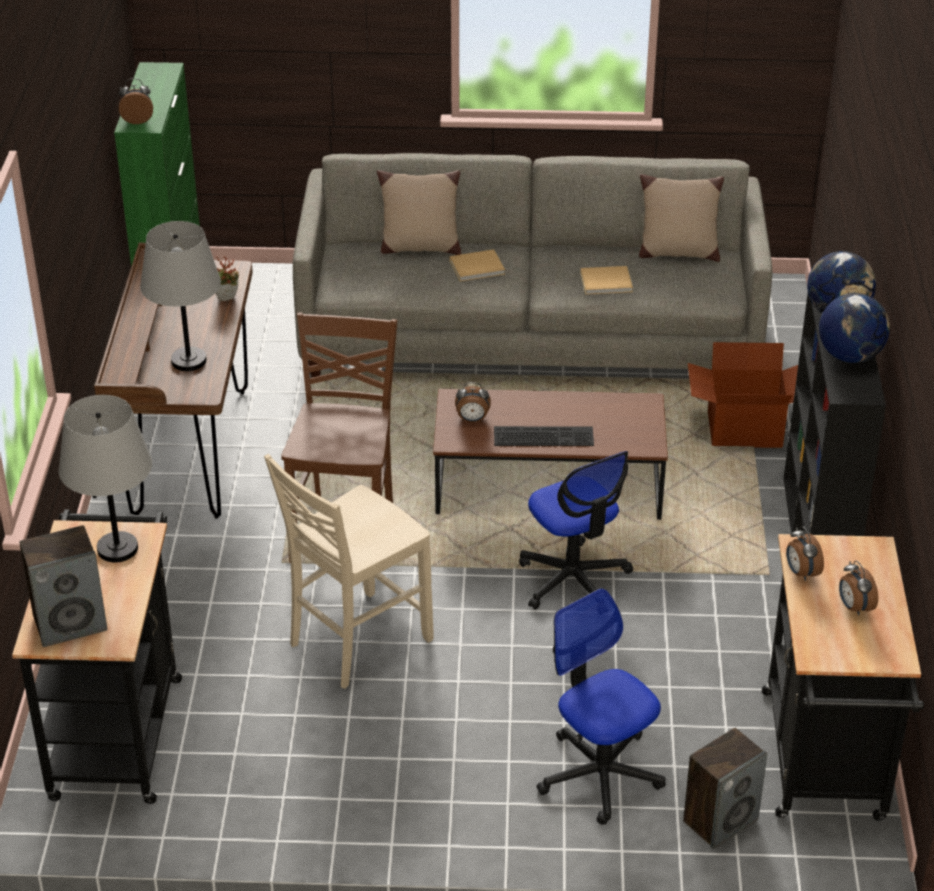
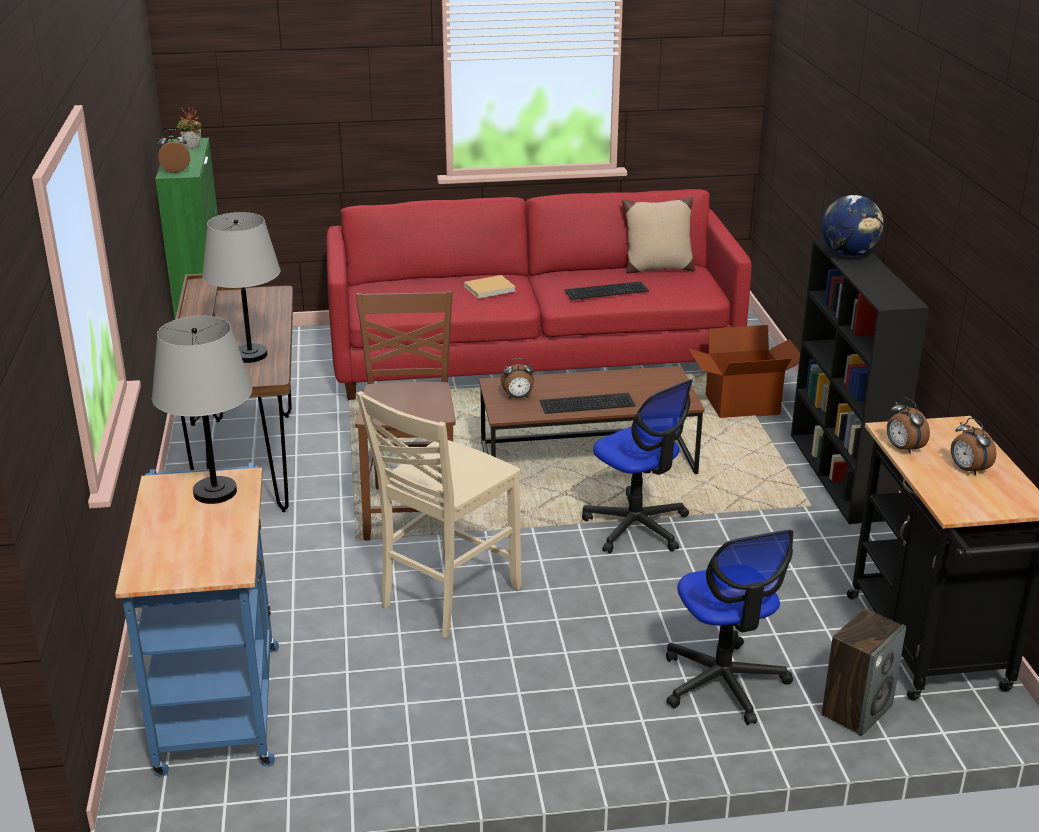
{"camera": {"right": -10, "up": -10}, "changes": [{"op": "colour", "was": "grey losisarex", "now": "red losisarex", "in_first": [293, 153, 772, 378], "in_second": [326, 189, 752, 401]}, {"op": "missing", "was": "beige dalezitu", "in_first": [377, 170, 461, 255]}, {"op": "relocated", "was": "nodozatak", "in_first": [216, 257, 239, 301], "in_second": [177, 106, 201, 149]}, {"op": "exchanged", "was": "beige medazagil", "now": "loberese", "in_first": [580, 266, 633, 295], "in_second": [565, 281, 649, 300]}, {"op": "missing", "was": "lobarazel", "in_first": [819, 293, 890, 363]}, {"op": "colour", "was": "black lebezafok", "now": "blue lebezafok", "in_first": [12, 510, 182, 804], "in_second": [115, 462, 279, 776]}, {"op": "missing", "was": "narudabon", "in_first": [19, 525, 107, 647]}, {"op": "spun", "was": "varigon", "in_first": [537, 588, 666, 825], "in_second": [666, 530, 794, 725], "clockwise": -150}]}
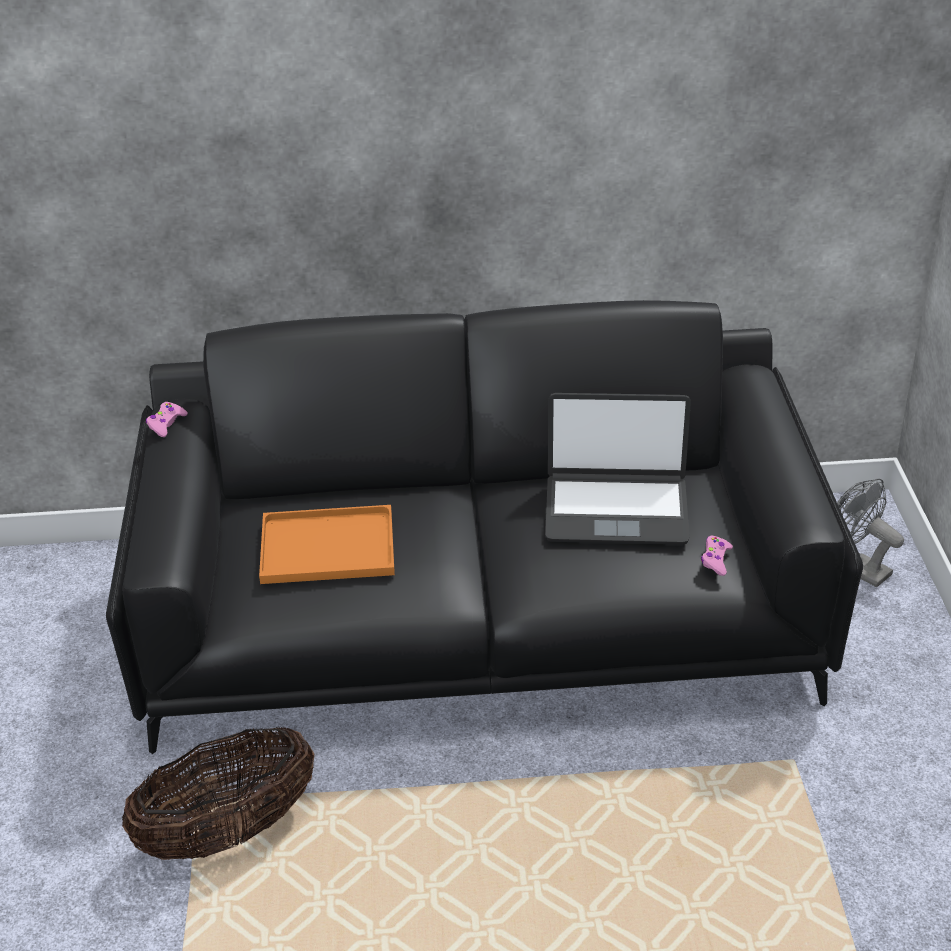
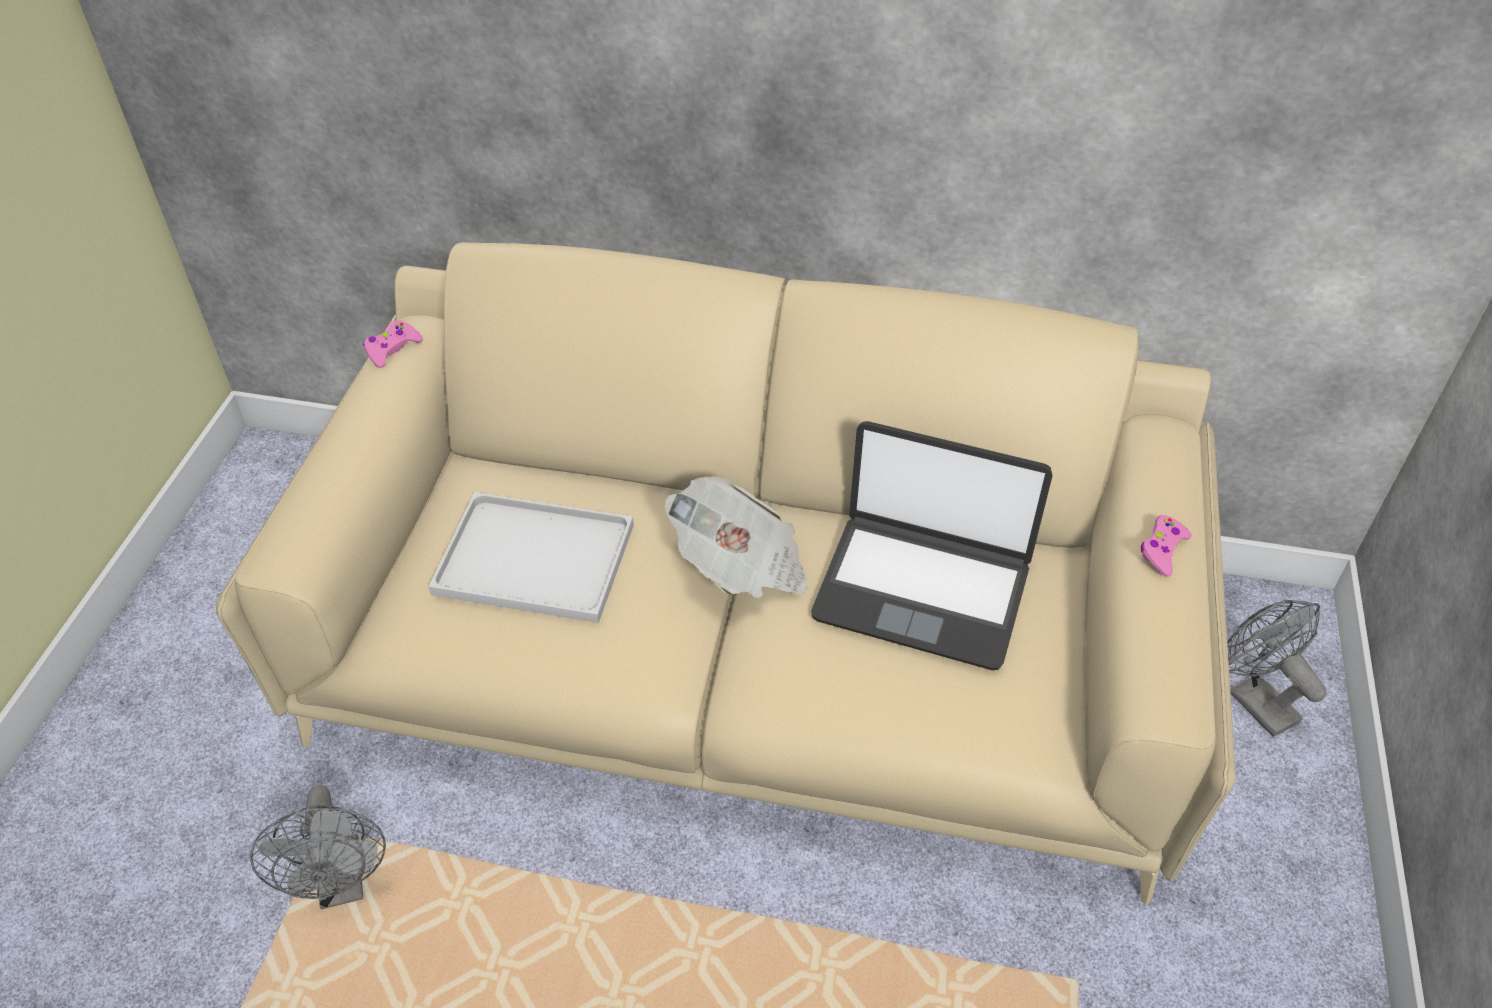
{"camera": {"right": 15, "up": 10}, "changes": [{"op": "colour", "was": "black losisarex", "now": "beige losisarex", "in_first": [106, 300, 863, 754], "in_second": [216, 242, 1236, 905]}, {"op": "colour", "was": "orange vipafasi", "now": "white vipafasi", "in_first": [259, 505, 395, 584], "in_second": [428, 492, 634, 623]}, {"op": "relocated", "was": "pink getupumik", "in_first": [701, 536, 733, 576], "in_second": [1141, 515, 1192, 577]}, {"op": "exchanged", "was": "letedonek", "now": "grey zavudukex", "in_first": [122, 726, 314, 860], "in_second": [250, 785, 386, 909]}, {"op": "appeared", "now": "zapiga", "in_second": [665, 476, 809, 598]}]}
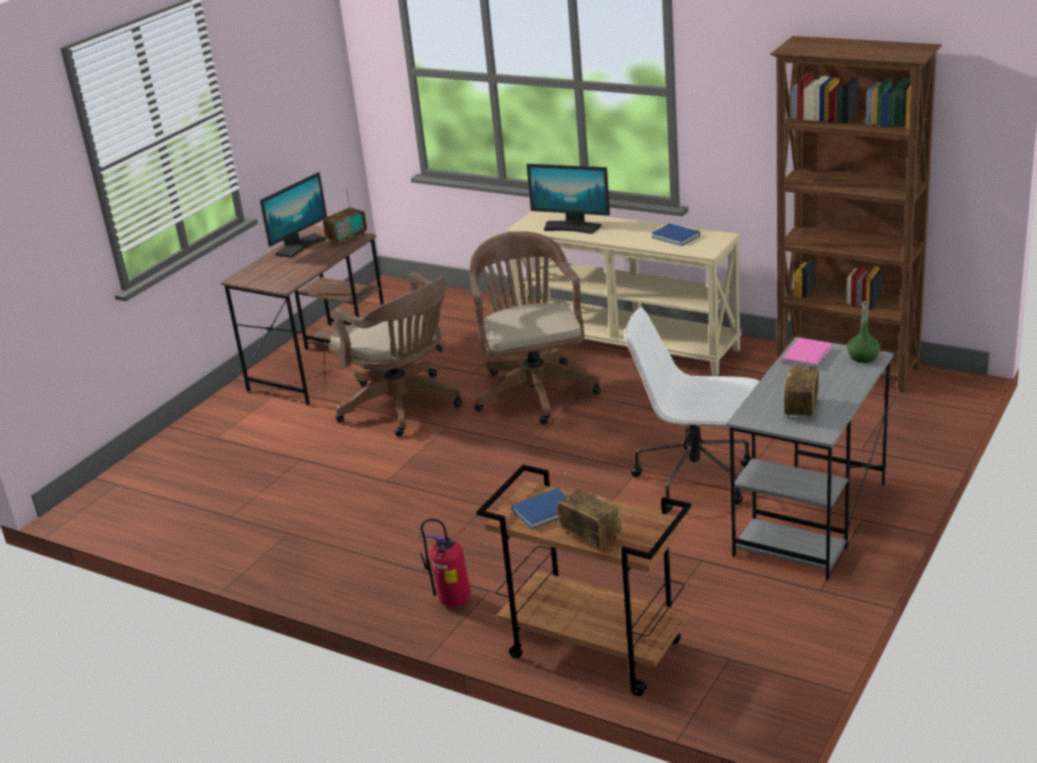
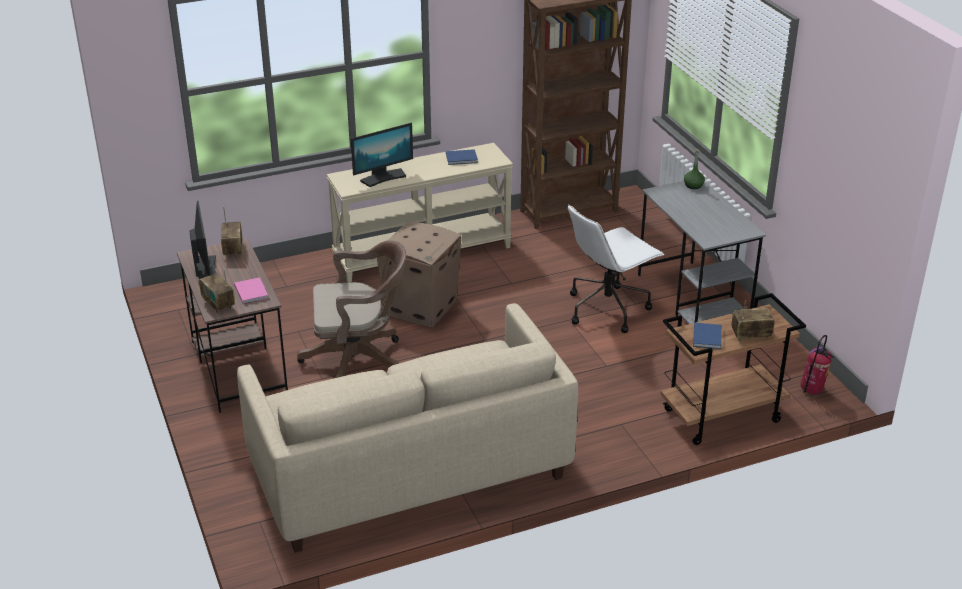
{"camera": {"right": -55, "up": 5}, "changes": [{"op": "exchanged", "was": "brown varigon", "now": "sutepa", "in_first": [470, 231, 601, 425], "in_second": [377, 222, 462, 328]}, {"op": "relocated", "was": "pink medazagil", "in_first": [782, 338, 832, 368], "in_second": [234, 277, 269, 304]}, {"op": "relocated", "was": "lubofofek", "in_first": [784, 360, 819, 420], "in_second": [199, 269, 235, 314]}, {"op": "relocated", "was": "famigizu", "in_first": [418, 518, 471, 607], "in_second": [800, 335, 834, 394]}, {"op": "appeared", "now": "beige losisarex", "in_second": [237, 303, 578, 553]}]}
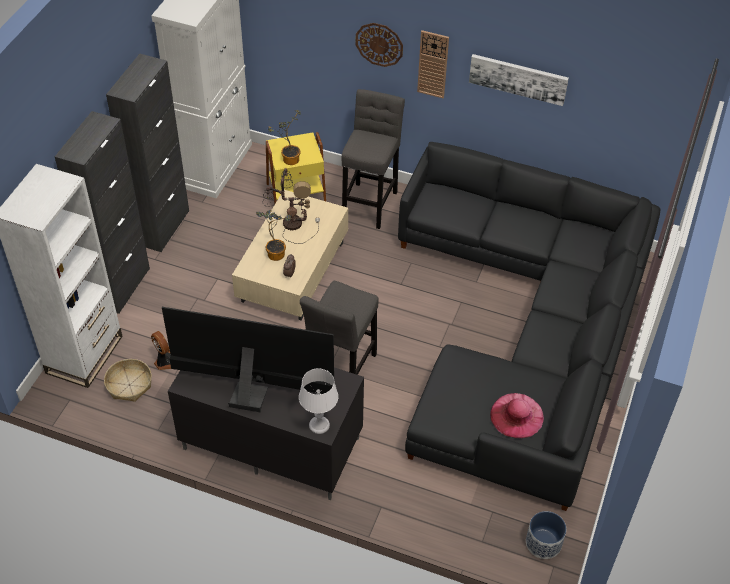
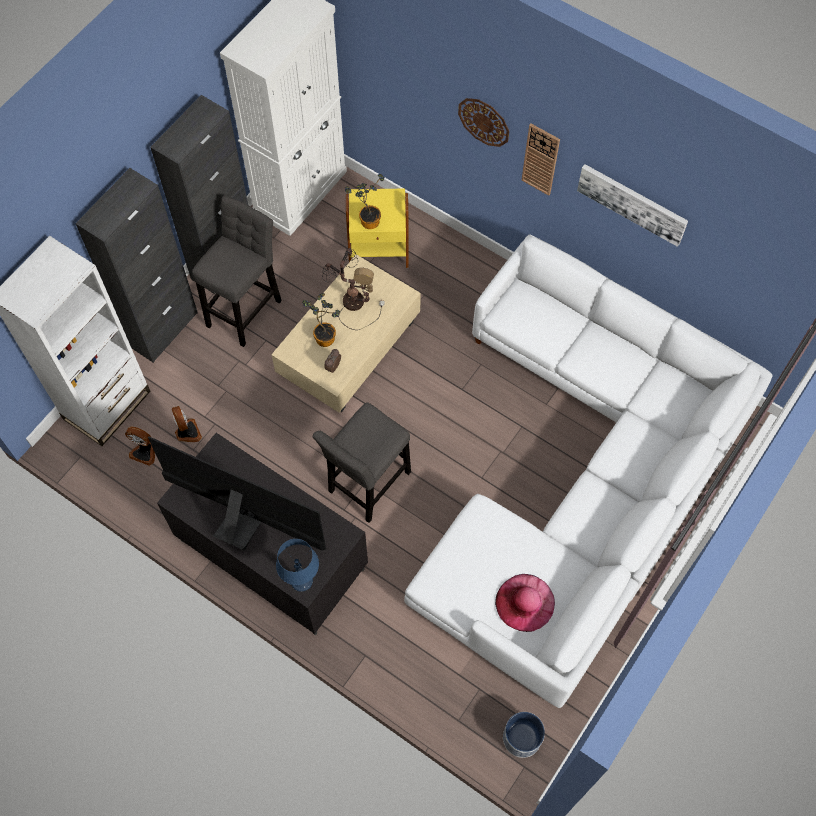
{"camera": {"right": 15, "up": 15}, "changes": [{"op": "relocated", "was": "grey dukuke", "in_first": [342, 89, 405, 229], "in_second": [192, 196, 282, 347]}, {"op": "colour", "was": "black losisarex", "now": "white losisarex", "in_first": [398, 142, 661, 511], "in_second": [404, 235, 773, 708]}, {"op": "exchanged", "was": "letedonek", "now": "zavudukex", "in_first": [104, 359, 152, 402], "in_second": [125, 426, 155, 466]}, {"op": "colour", "was": "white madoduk", "now": "blue madoduk", "in_first": [299, 368, 338, 434], "in_second": [276, 539, 319, 592]}]}
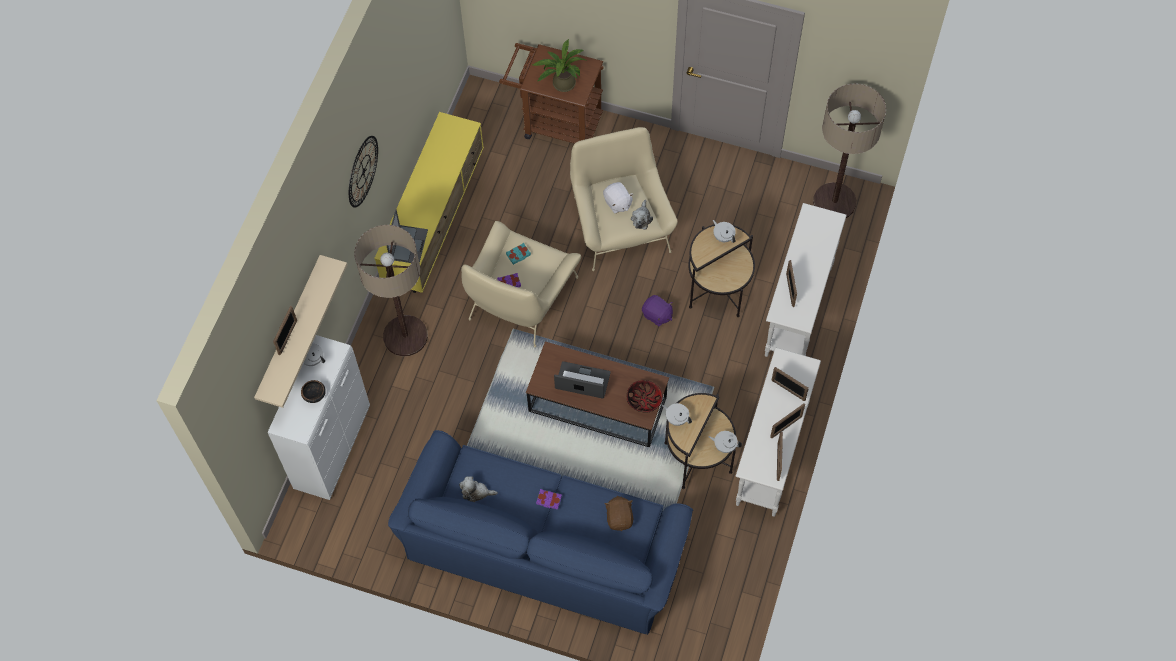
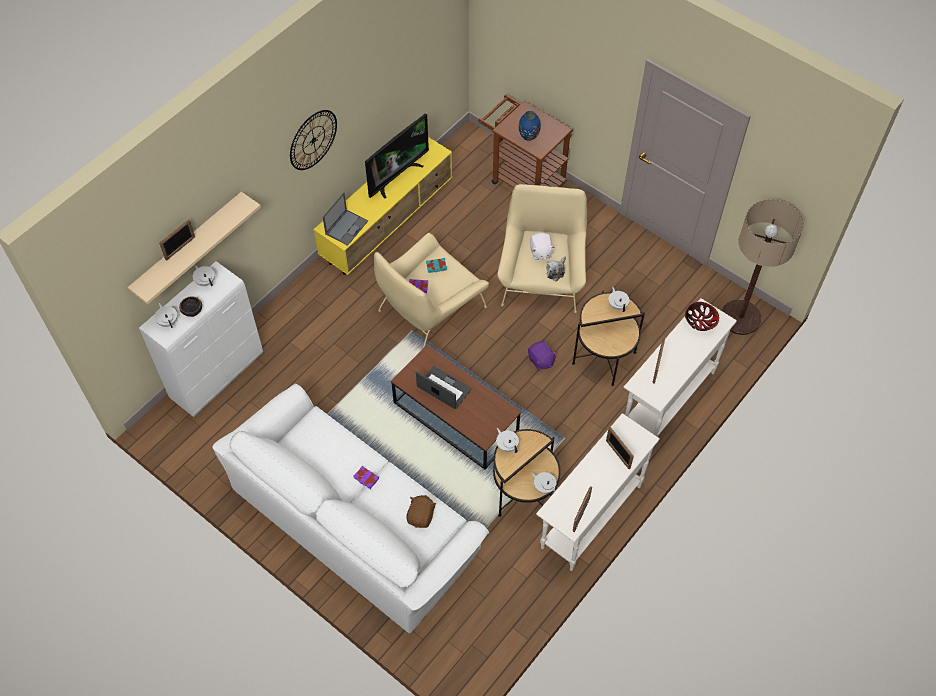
{"camera": {"right": 20, "up": -5}, "changes": [{"op": "exchanged", "was": "nodozatak", "now": "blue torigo", "in_first": [532, 39, 586, 92], "in_second": [519, 111, 541, 141]}, {"op": "missing", "was": "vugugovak", "in_first": [354, 225, 428, 356]}, {"op": "relocated", "was": "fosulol", "in_first": [627, 380, 663, 413], "in_second": [685, 302, 719, 331]}, {"op": "missing", "was": "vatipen", "in_first": [770, 404, 805, 438]}, {"op": "colour", "was": "blue losisarex", "now": "white losisarex", "in_first": [388, 430, 693, 635], "in_second": [212, 384, 489, 634]}, {"op": "missing", "was": "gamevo", "in_first": [459, 476, 498, 502]}, {"op": "appeared", "now": "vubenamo", "in_second": [365, 113, 429, 199]}, {"op": "appeared", "now": "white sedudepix", "in_second": [155, 303, 177, 328]}]}
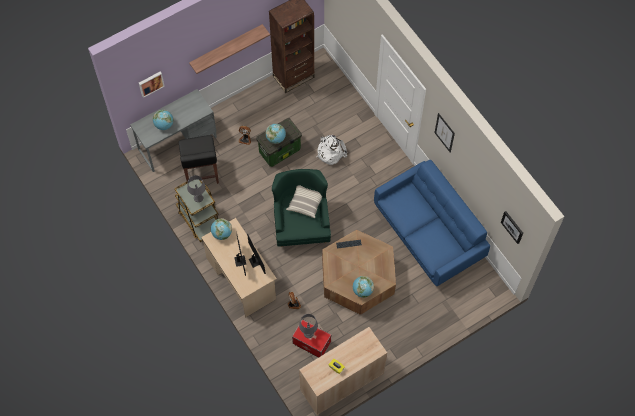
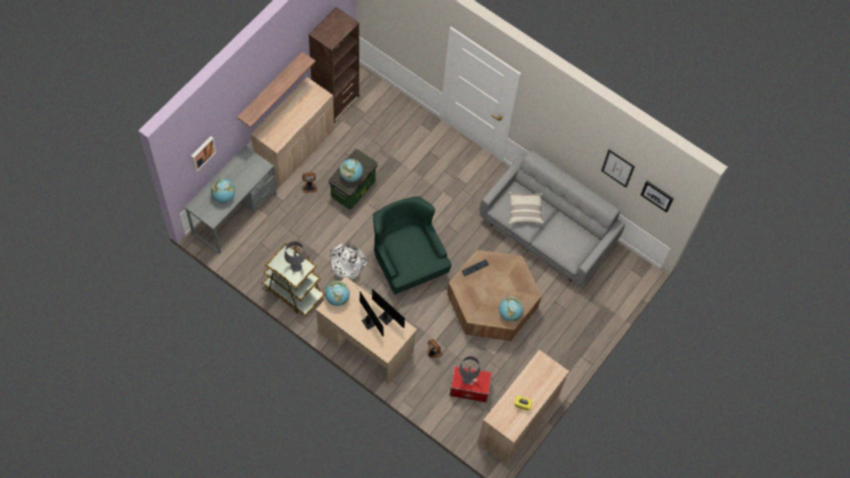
{"camera": {"right": -25, "up": 0}, "changes": [{"op": "relocated", "was": "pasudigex", "in_first": [435, 113, 455, 153], "in_second": [601, 149, 635, 188]}, {"op": "missing", "was": "black dukuke", "in_first": [179, 135, 219, 184]}, {"op": "relocated", "was": "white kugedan", "in_first": [317, 135, 347, 165], "in_second": [330, 243, 367, 280]}, {"op": "colour", "was": "blue losisarex", "now": "grey losisarex", "in_first": [374, 160, 490, 286], "in_second": [479, 150, 625, 285]}, {"op": "relocated", "was": "dalezitu", "in_first": [286, 185, 322, 218], "in_second": [509, 192, 544, 224]}, {"op": "appeared", "now": "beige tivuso", "in_second": [251, 77, 334, 186]}]}
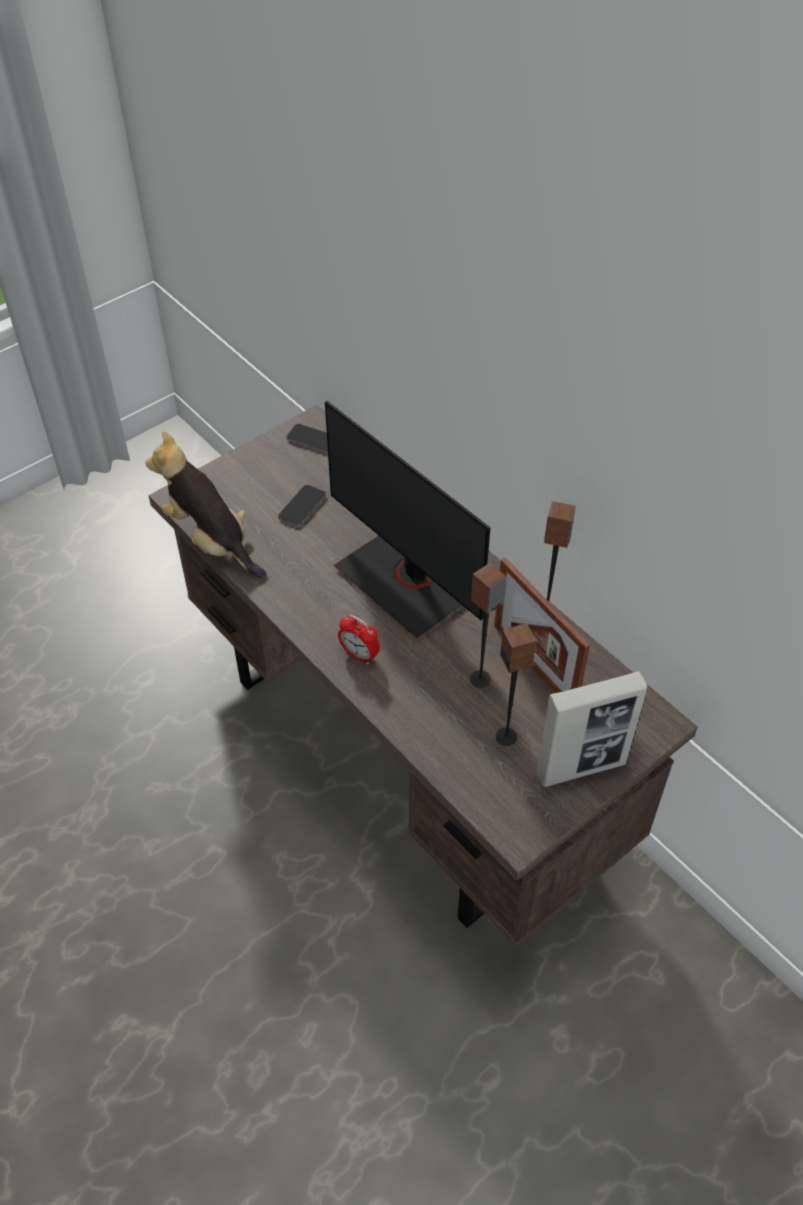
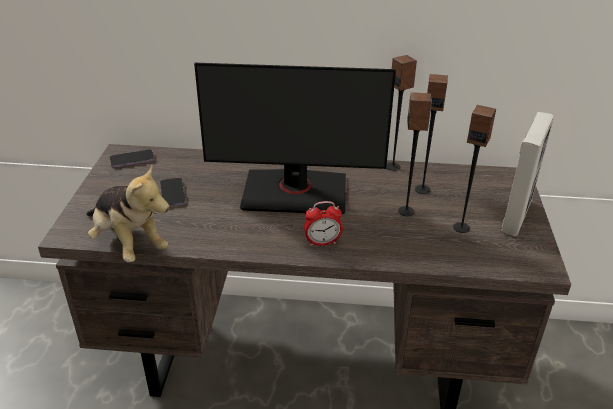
{"camera": {"right": -45, "up": -15}, "changes": [{"op": "spun", "was": "gamevo", "in_first": [145, 431, 266, 578], "in_second": [86, 165, 169, 262], "clockwise": -135}, {"op": "exchanged", "was": "vatipen", "now": "narudabon", "in_first": [494, 557, 590, 693], "in_second": [415, 74, 448, 194]}]}
